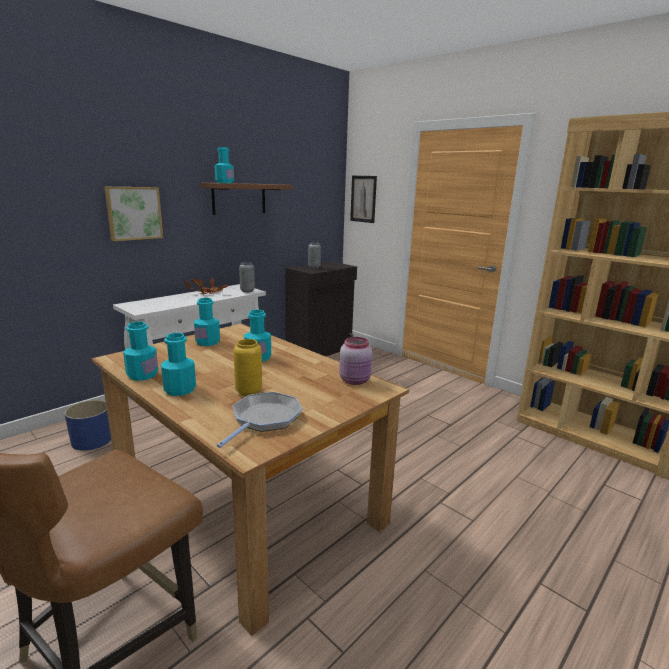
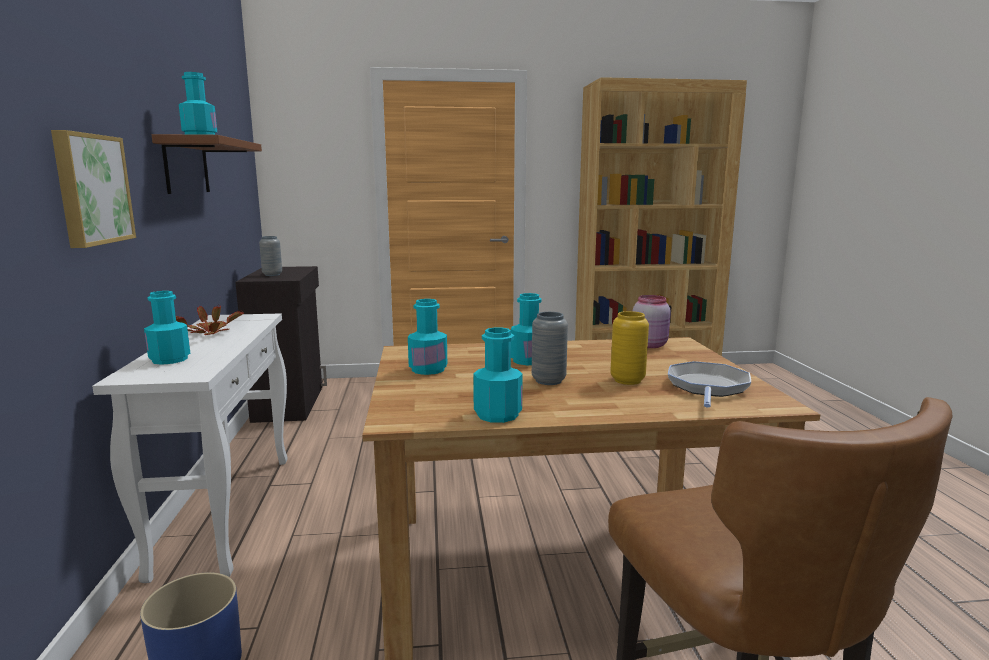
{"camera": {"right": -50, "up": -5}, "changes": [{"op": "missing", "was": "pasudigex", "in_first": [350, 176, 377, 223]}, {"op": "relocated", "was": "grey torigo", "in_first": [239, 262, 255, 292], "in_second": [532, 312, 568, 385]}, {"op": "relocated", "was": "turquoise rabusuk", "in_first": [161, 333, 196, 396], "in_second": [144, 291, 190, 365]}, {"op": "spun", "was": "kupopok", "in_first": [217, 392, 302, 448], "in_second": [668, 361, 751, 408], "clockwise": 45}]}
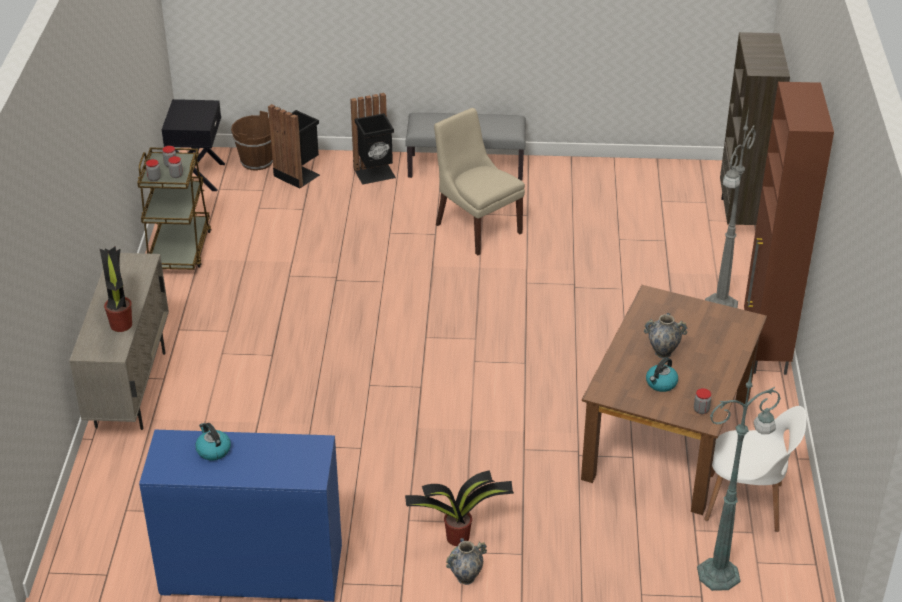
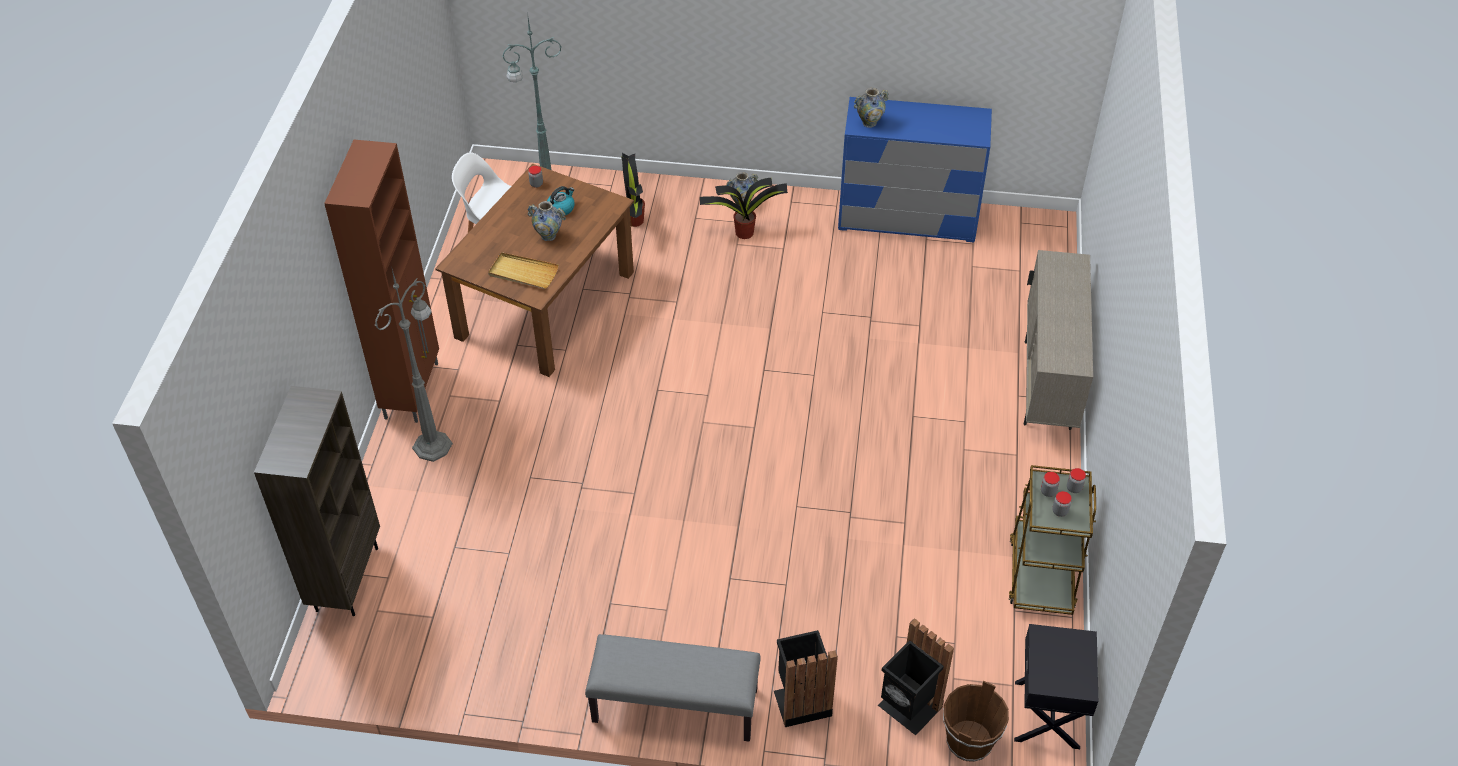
{"camera": {"right": -175, "up": 10}, "changes": [{"op": "missing", "was": "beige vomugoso", "in_first": [434, 108, 525, 255]}, {"op": "relocated", "was": "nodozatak", "in_first": [100, 247, 132, 332], "in_second": [621, 153, 645, 227]}, {"op": "missing", "was": "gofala", "in_first": [195, 423, 231, 460]}, {"op": "appeared", "now": "torigo", "in_second": [854, 88, 889, 128]}, {"op": "appeared", "now": "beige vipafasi", "in_second": [488, 252, 559, 289]}]}
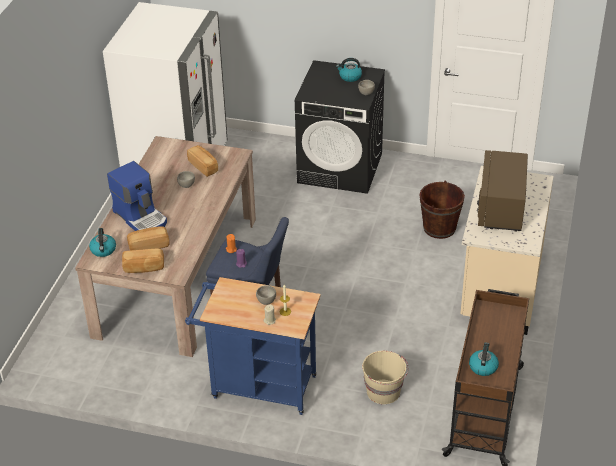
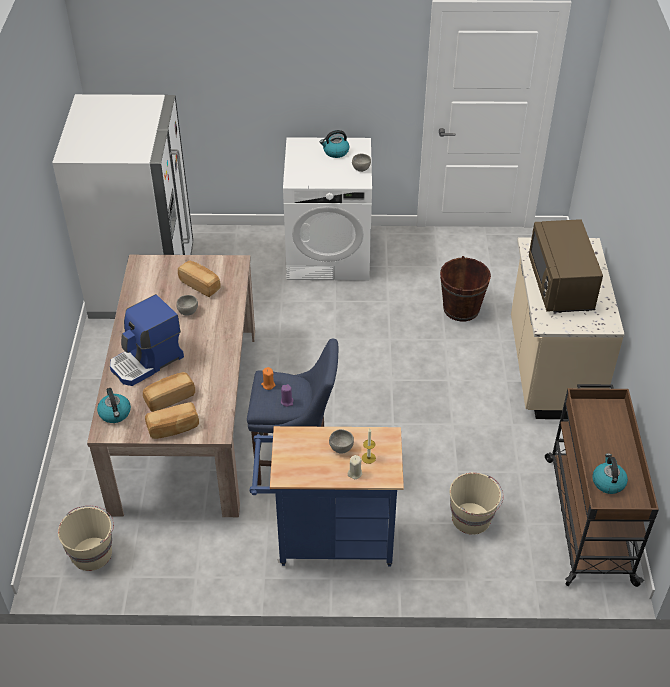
{"camera": {"right": -15, "up": 5}, "changes": [{"op": "colour", "was": "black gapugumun", "now": "white gapugumun", "in_first": [295, 60, 385, 194], "in_second": [283, 137, 372, 280]}, {"op": "spun", "was": "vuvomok", "in_first": [107, 161, 167, 231], "in_second": [110, 294, 184, 386], "clockwise": 105}, {"op": "appeared", "now": "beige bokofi", "in_second": [58, 505, 114, 571]}]}
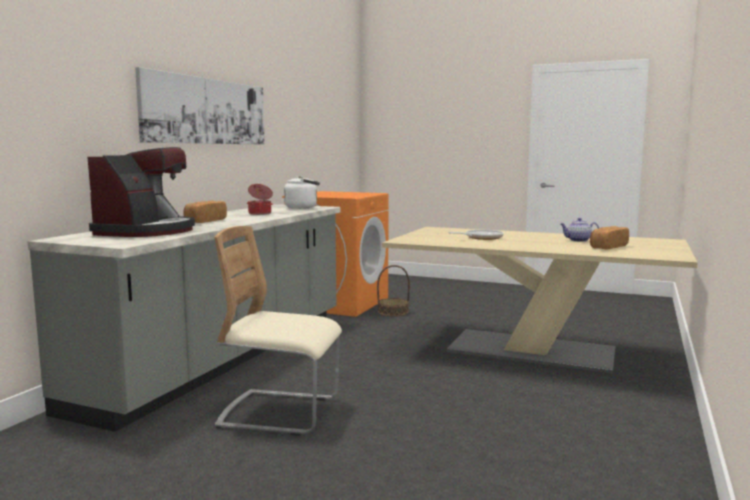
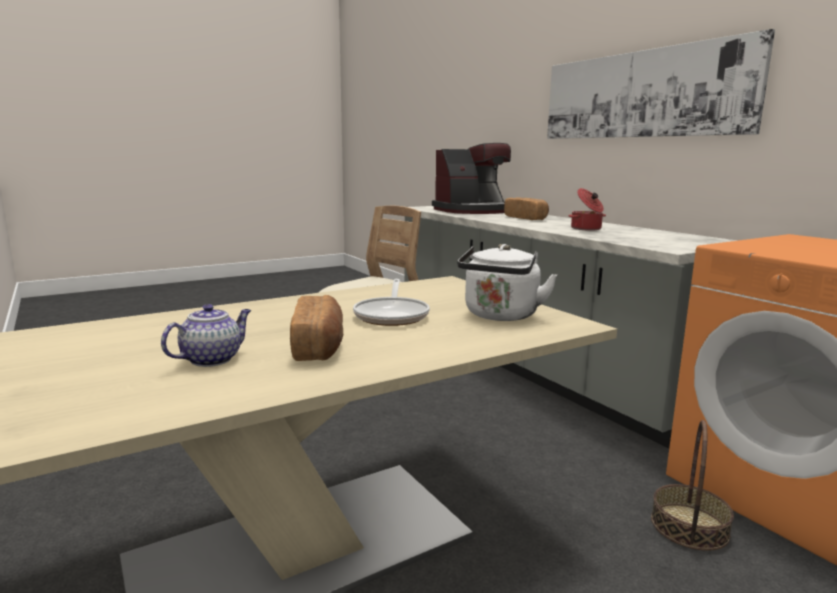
{"camera": {"right": 125, "up": 5}, "changes": [{"op": "spun", "was": "vuvomok", "in_first": [87, 147, 195, 237], "in_second": [432, 143, 511, 214], "clockwise": -75}, {"op": "relocated", "was": "white gofala", "in_first": [284, 176, 320, 209], "in_second": [457, 244, 557, 321]}, {"op": "relocated", "was": "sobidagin", "in_first": [590, 226, 629, 250], "in_second": [290, 295, 343, 361]}]}
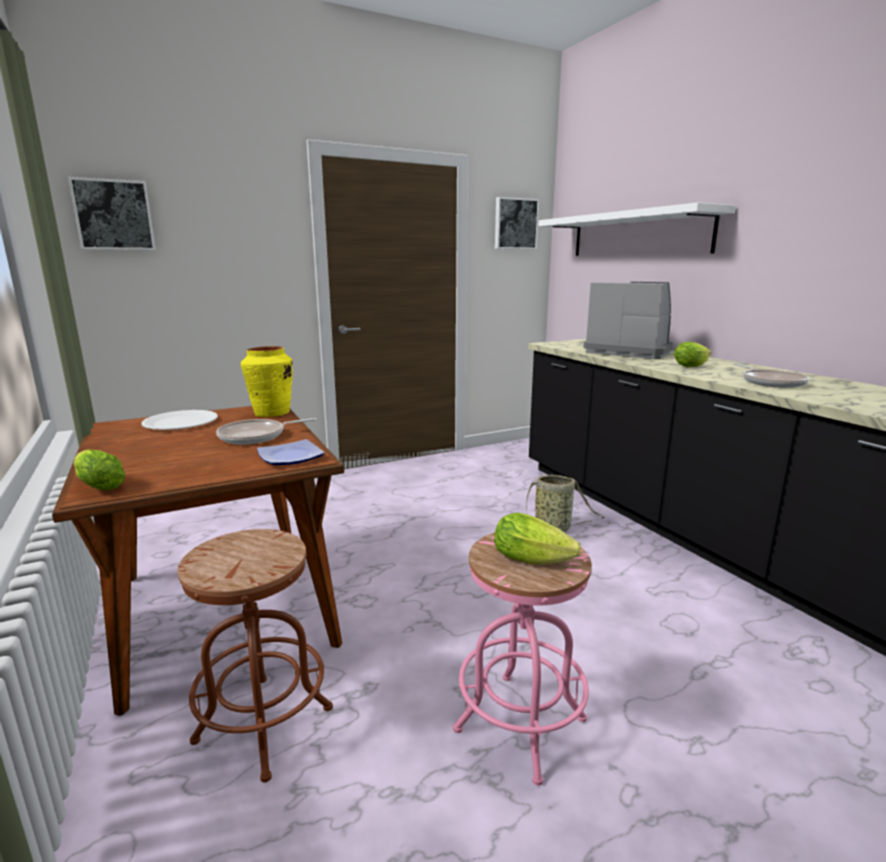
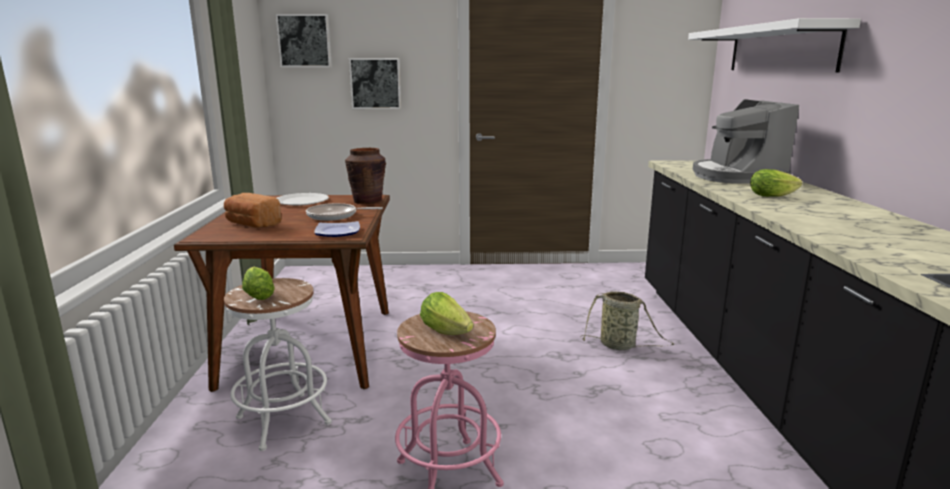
{"camera": {"right": 25, "up": 0}, "changes": [{"op": "relocated", "was": "pasudigex", "in_first": [495, 197, 539, 249], "in_second": [349, 58, 401, 109]}, {"op": "spun", "was": "vuvomok", "in_first": [584, 282, 674, 359], "in_second": [693, 99, 799, 184], "clockwise": -150}, {"op": "colour", "was": "yellow torigo", "now": "brown torigo", "in_first": [241, 346, 293, 417], "in_second": [345, 148, 386, 204]}, {"op": "missing", "was": "kupopok", "in_first": [733, 363, 809, 388]}, {"op": "relocated", "was": "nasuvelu", "in_first": [74, 449, 125, 490], "in_second": [242, 267, 275, 300]}, {"op": "colour", "was": "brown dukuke", "now": "white dukuke", "in_first": [177, 529, 333, 783], "in_second": [224, 278, 332, 451]}, {"op": "appeared", "now": "sobidagin", "in_second": [224, 193, 282, 228]}]}
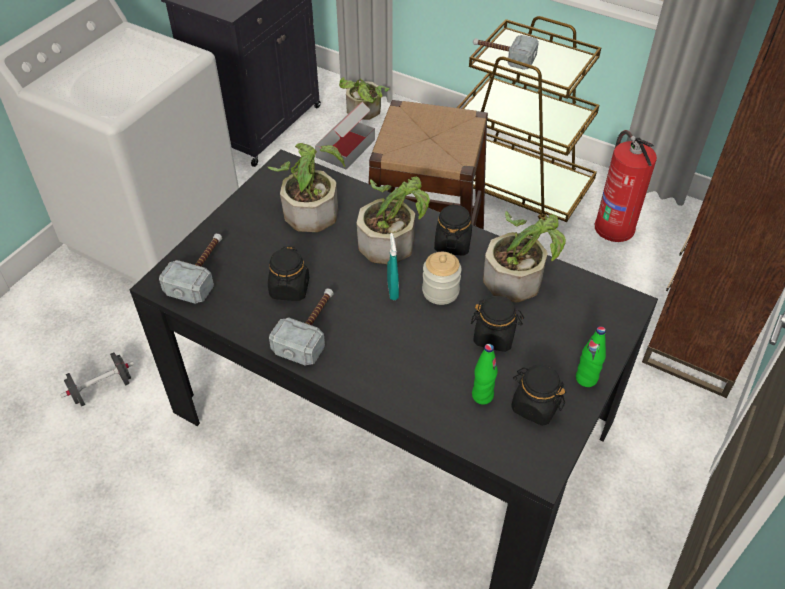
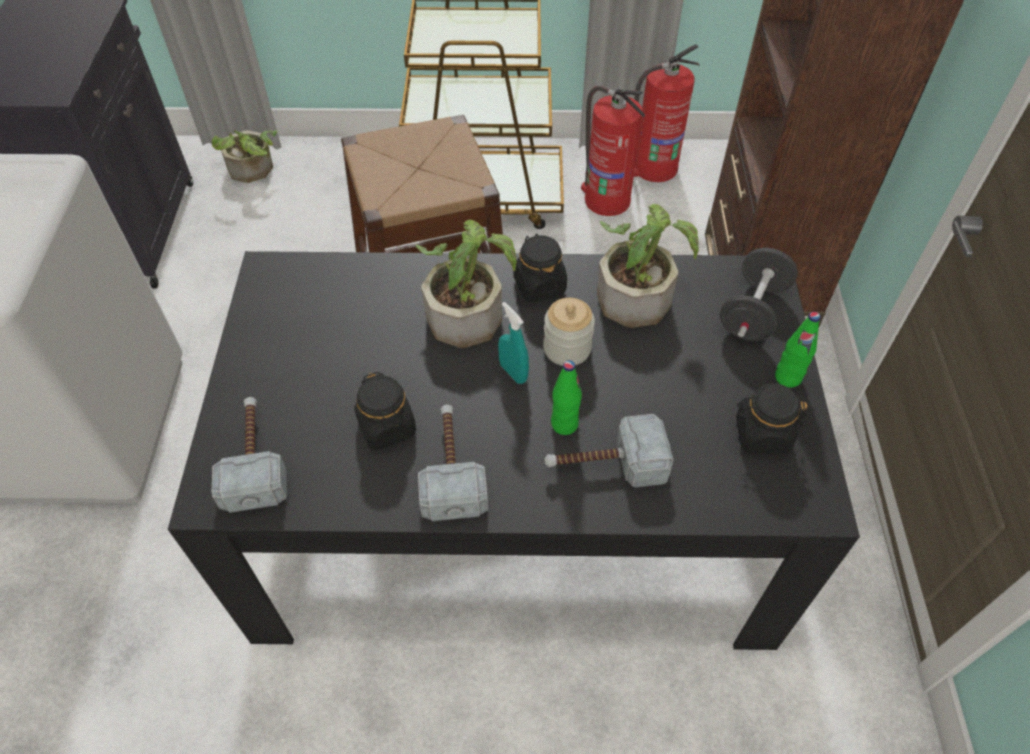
{"camera": {"right": -30, "up": 5}, "changes": [{"op": "relocated", "was": "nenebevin", "in_first": [473, 35, 539, 70], "in_second": [545, 414, 673, 487]}, {"op": "missing", "was": "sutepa", "in_first": [315, 102, 375, 170]}, {"op": "missing", "was": "nodozatak", "in_first": [268, 143, 345, 232]}, {"op": "missing", "was": "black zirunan", "in_first": [471, 296, 524, 352]}, {"op": "relocated", "was": "green rabusuk", "in_first": [472, 344, 498, 405], "in_second": [551, 360, 582, 435]}, {"op": "relocated", "was": "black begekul", "in_first": [60, 352, 134, 407], "in_second": [720, 248, 798, 341]}, {"op": "appeared", "now": "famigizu", "in_second": [634, 44, 700, 182]}]}
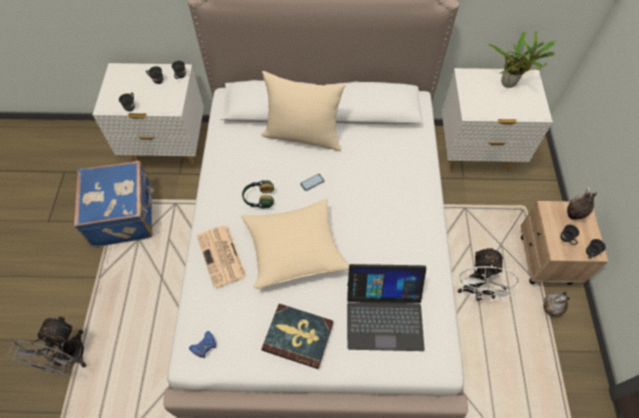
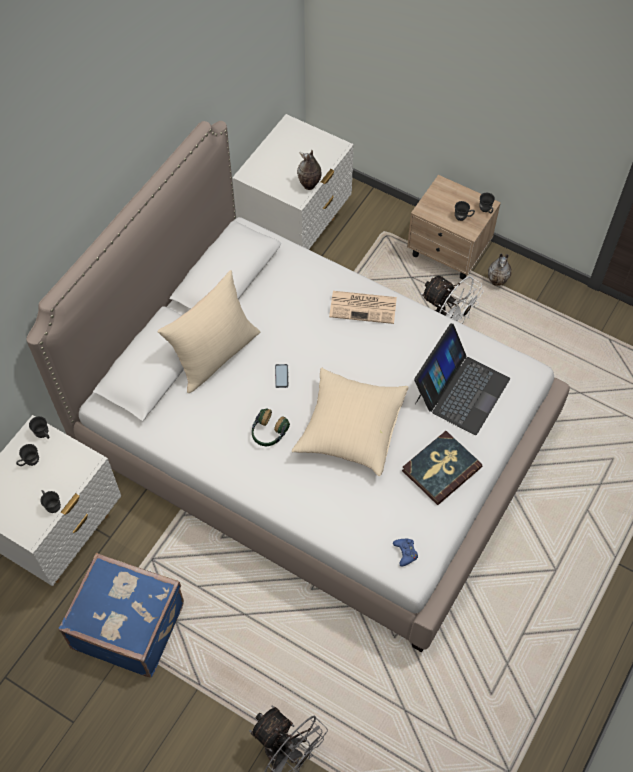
{"camera": {"right": -60, "up": 0}, "changes": [{"op": "missing", "was": "nodozatak", "in_first": [488, 31, 557, 88]}, {"op": "relocated", "was": "torigo", "in_first": [567, 186, 597, 220], "in_second": [297, 150, 322, 190]}, {"op": "relocated", "was": "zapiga", "in_first": [197, 226, 247, 288], "in_second": [329, 291, 397, 324]}]}
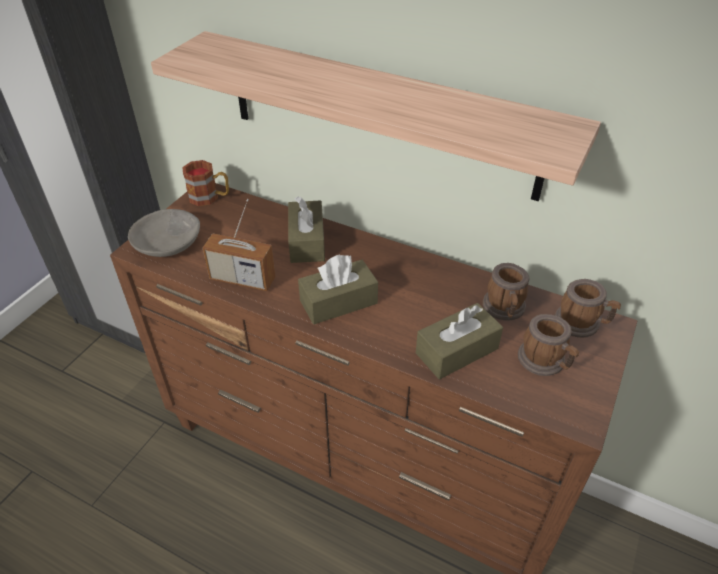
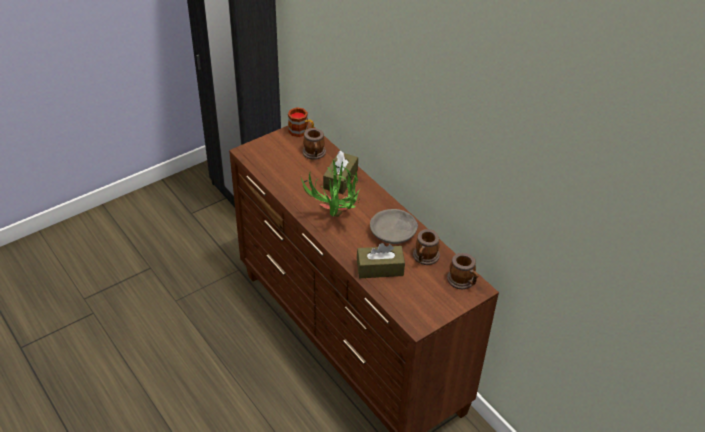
{"camera": {"right": 25, "up": 0}, "changes": [{"op": "missing", "was": "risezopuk", "in_first": [151, 31, 601, 201]}, {"op": "missing", "was": "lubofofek", "in_first": [202, 199, 275, 291]}, {"op": "relocated", "was": "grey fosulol", "in_first": [128, 209, 200, 257], "in_second": [370, 209, 418, 244]}, {"op": "exchanged", "was": "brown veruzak", "now": "nodozatak", "in_first": [298, 255, 378, 324], "in_second": [301, 160, 361, 217]}, {"op": "relocated", "was": "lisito", "in_first": [518, 314, 579, 376], "in_second": [302, 128, 326, 160]}]}
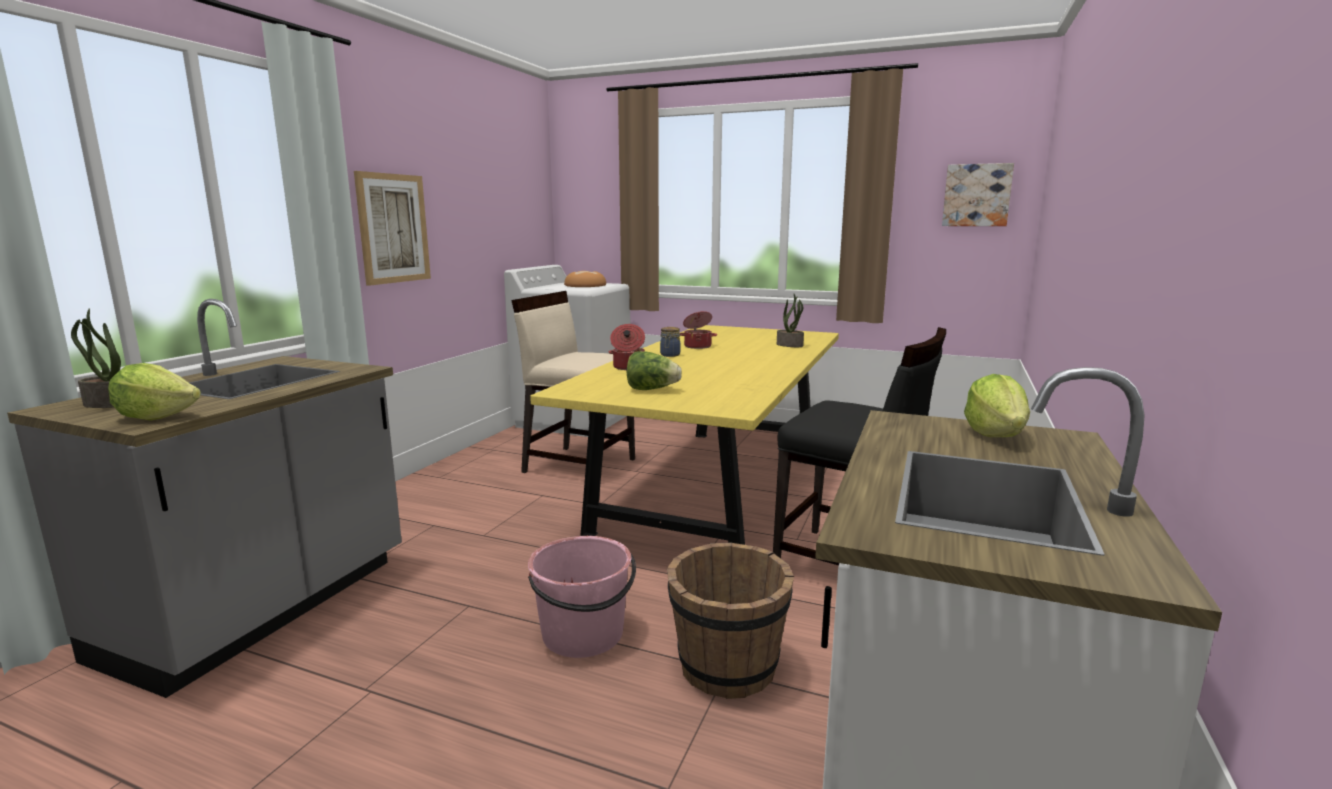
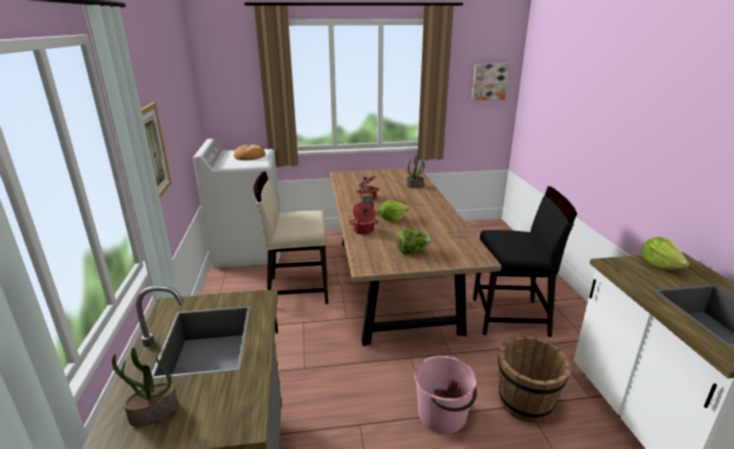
{"camera": {"right": -30, "up": 10}, "changes": [{"op": "colour", "was": "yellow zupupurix", "now": "brown zupupurix", "in_first": [530, 325, 839, 545], "in_second": [330, 168, 501, 346]}, {"op": "relocated", "was": "nasuvelu", "in_first": [108, 363, 201, 421], "in_second": [379, 200, 409, 221]}]}
